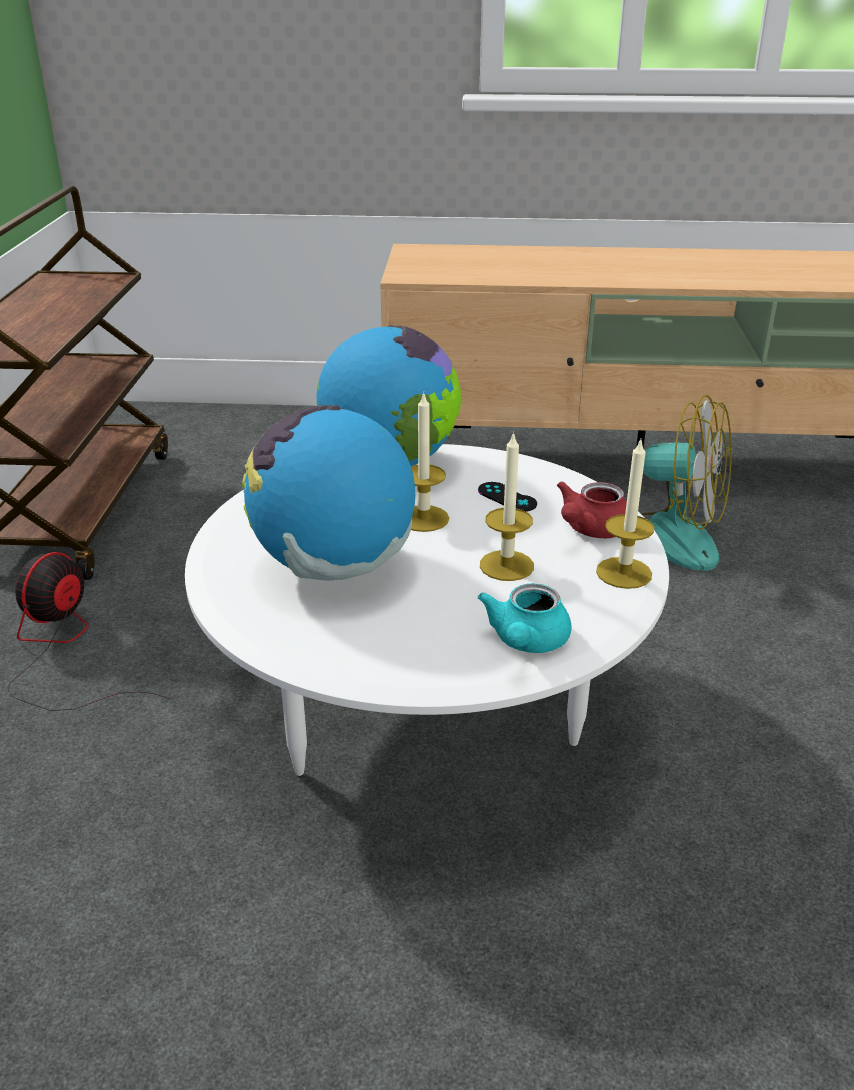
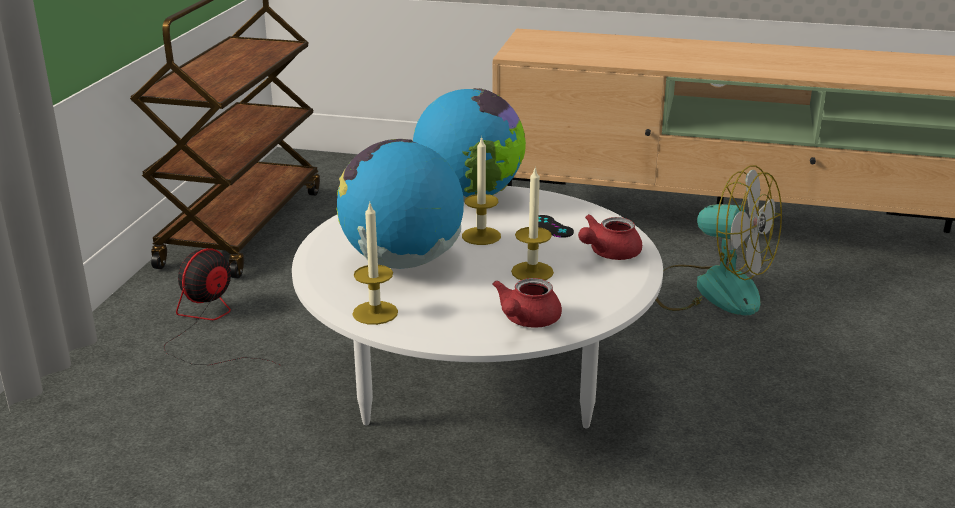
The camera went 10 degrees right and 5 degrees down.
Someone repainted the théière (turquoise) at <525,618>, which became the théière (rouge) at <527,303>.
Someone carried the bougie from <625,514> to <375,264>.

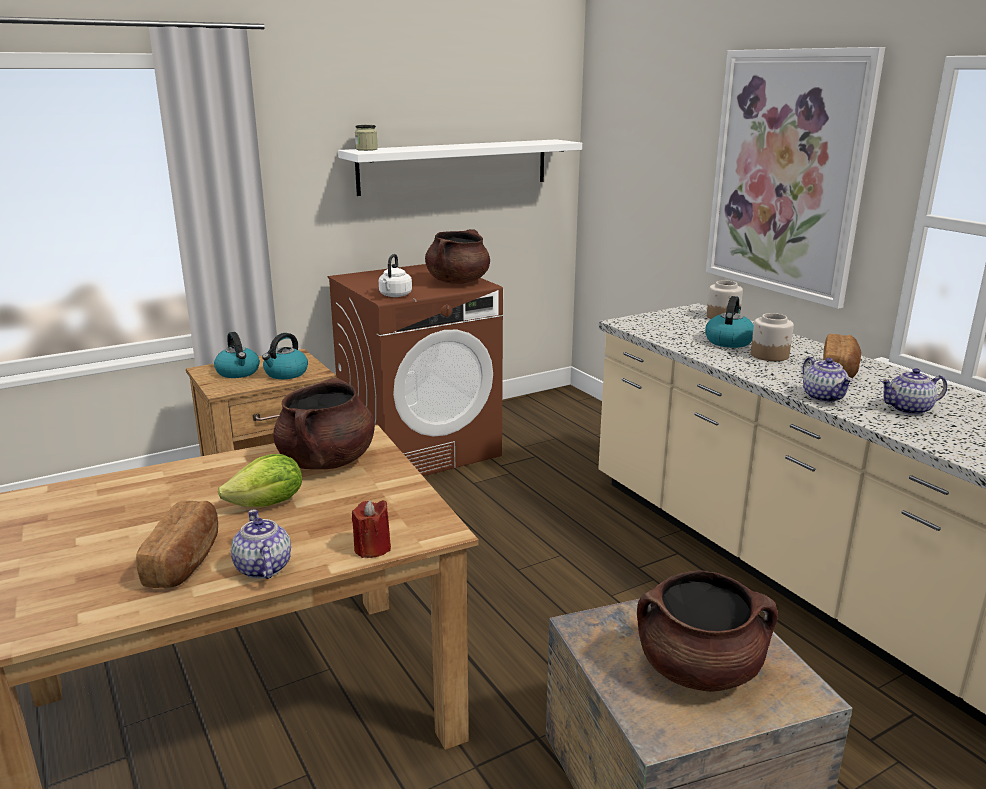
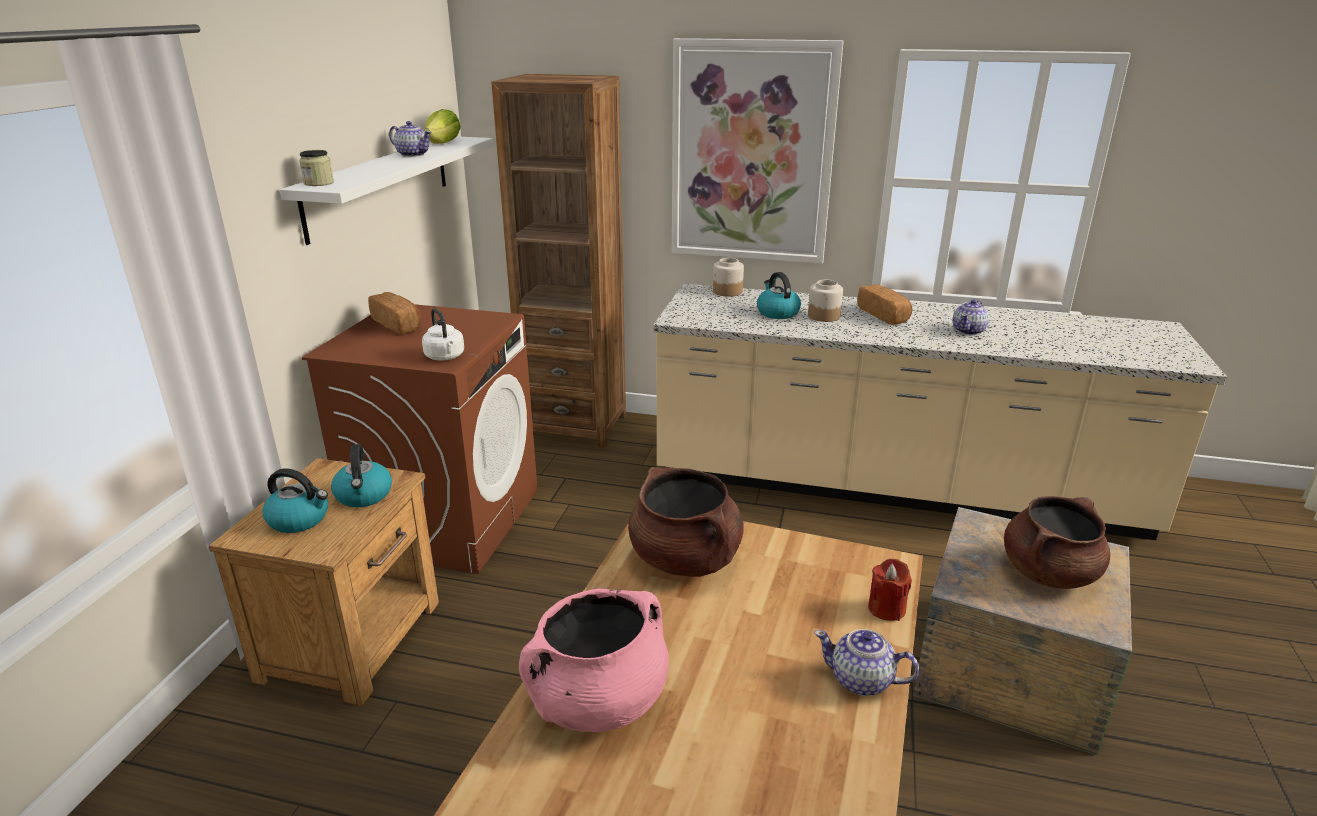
The camera went 45 degrees left and 5 degrees up.
Someone carried the pain from <177,544> to <395,313>.
Someone carried the laitue from <260,480> to <442,126>.
Someone took away the marmite (marron) at <457,256>.
Someone carried the théière from <828,379> to <410,139>.
Someone put down the bibliothèque (marron) at <558,261>.
Someone put down the marmite (rose) at <594,660>.

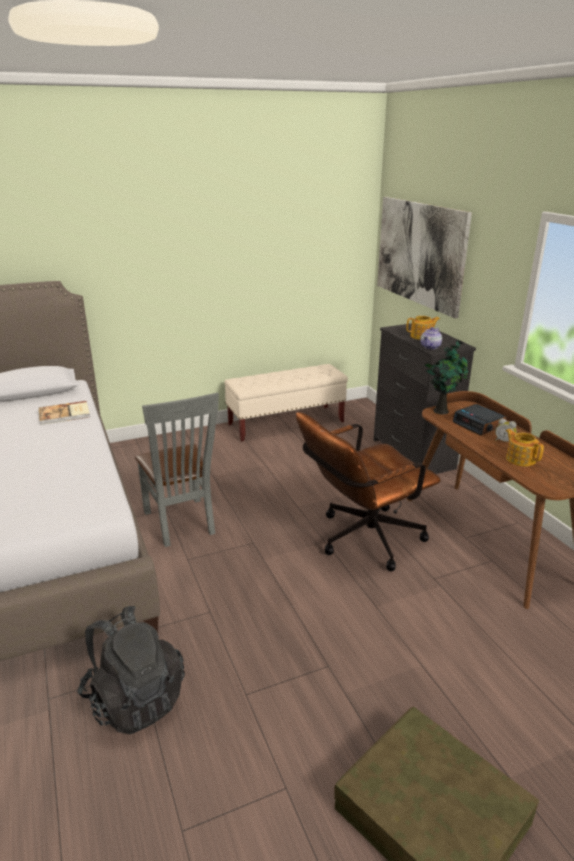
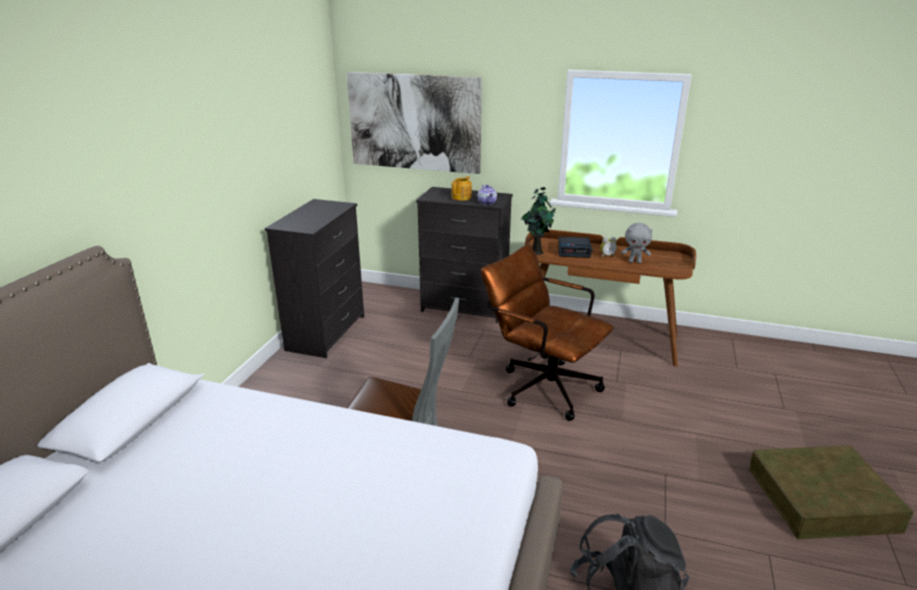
The camera went 50 degrees left and 0 degrees up.
Someone took away the livre at <64,413>.
Someone swapped the banc (beige) at <286,402> for the commode (noir) at <314,278>.
Someone rotated the chaise de bureau (marron) at <368,491> by 120 degrees clockwise.
Someone swapped the théière at <525,448> for the peluche (gris) at <637,243>.

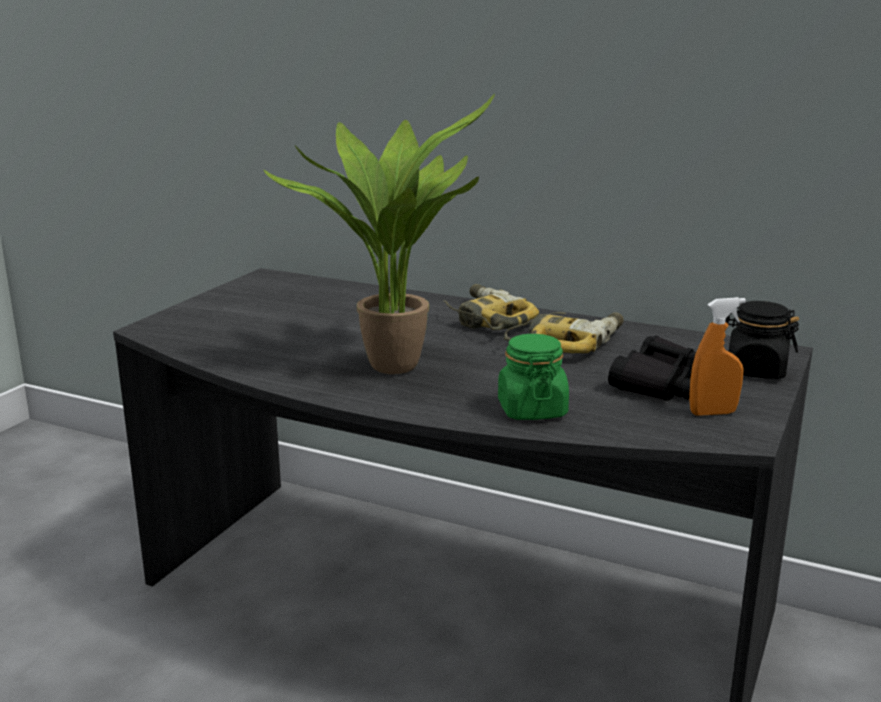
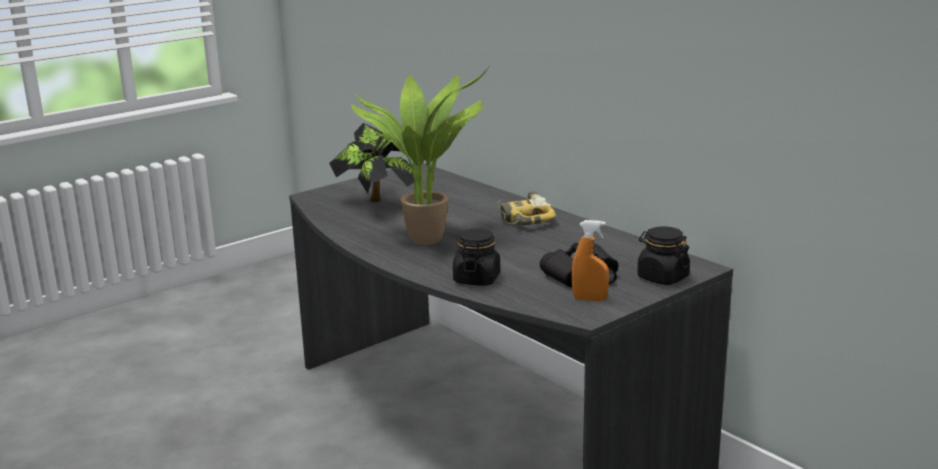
The camera went 25 degrees right and 0 degrees up.
Someone repainted the bocal (vert) at <533,377>, which became the bocal (noir) at <476,256>.
Someone took away the perceuse at <564,332>.
Someone put down the plante en pot at <371,162>.

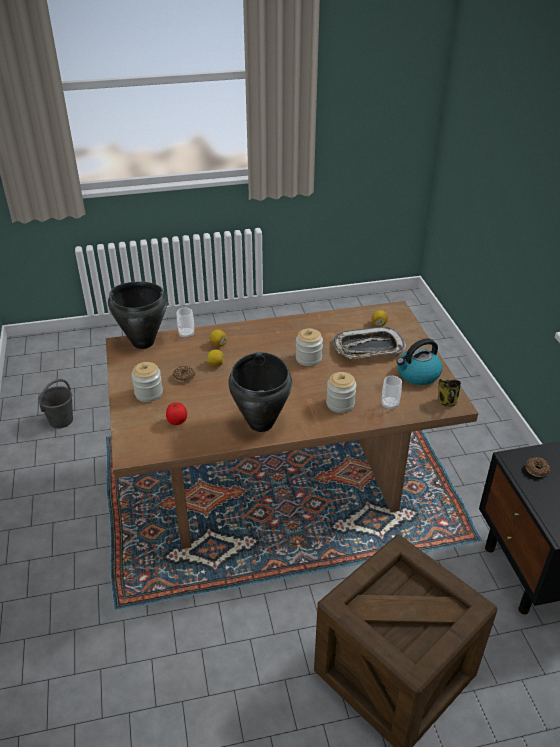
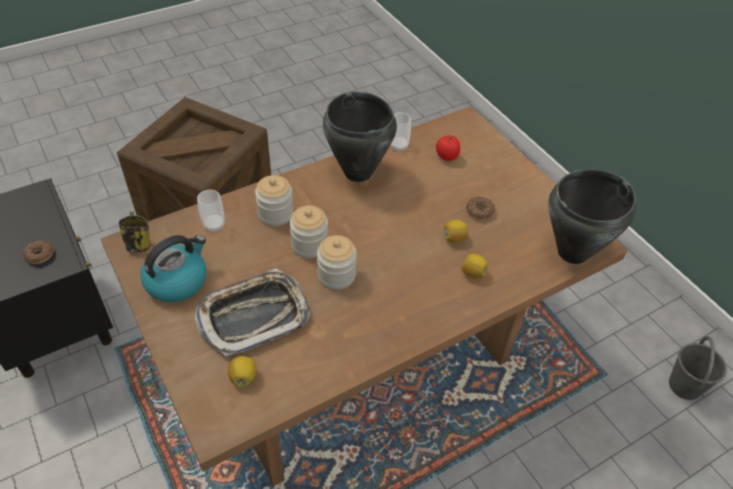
The camera went 160 degrees right and 10 degrees up.
Someone carried the bocal from <147,382> to <309,231>.
Someone carried the tasse from <185,323> to <400,132>.

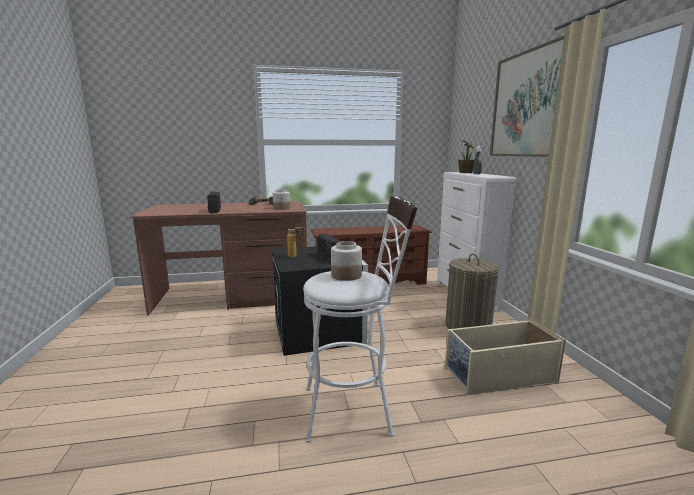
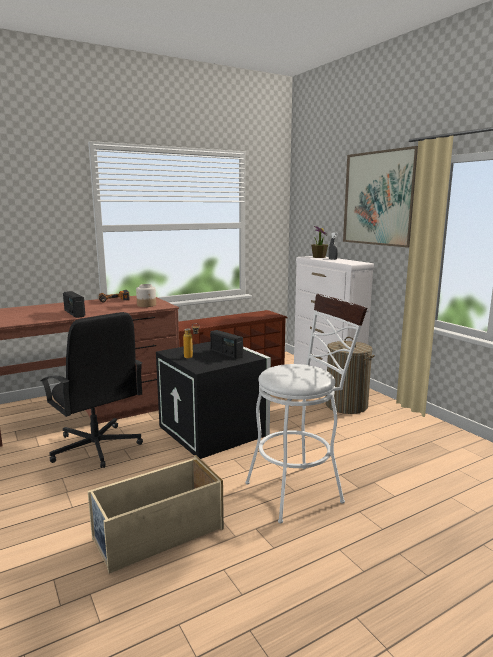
The camera went 20 degrees left and 0 degrees up.
Someone took away the bocal at <346,261>.
Someone carried the boîte de rangement (beige) from <505,356> to <156,514>.
Someone put down the chaise de bureau (noir) at <92,390>.

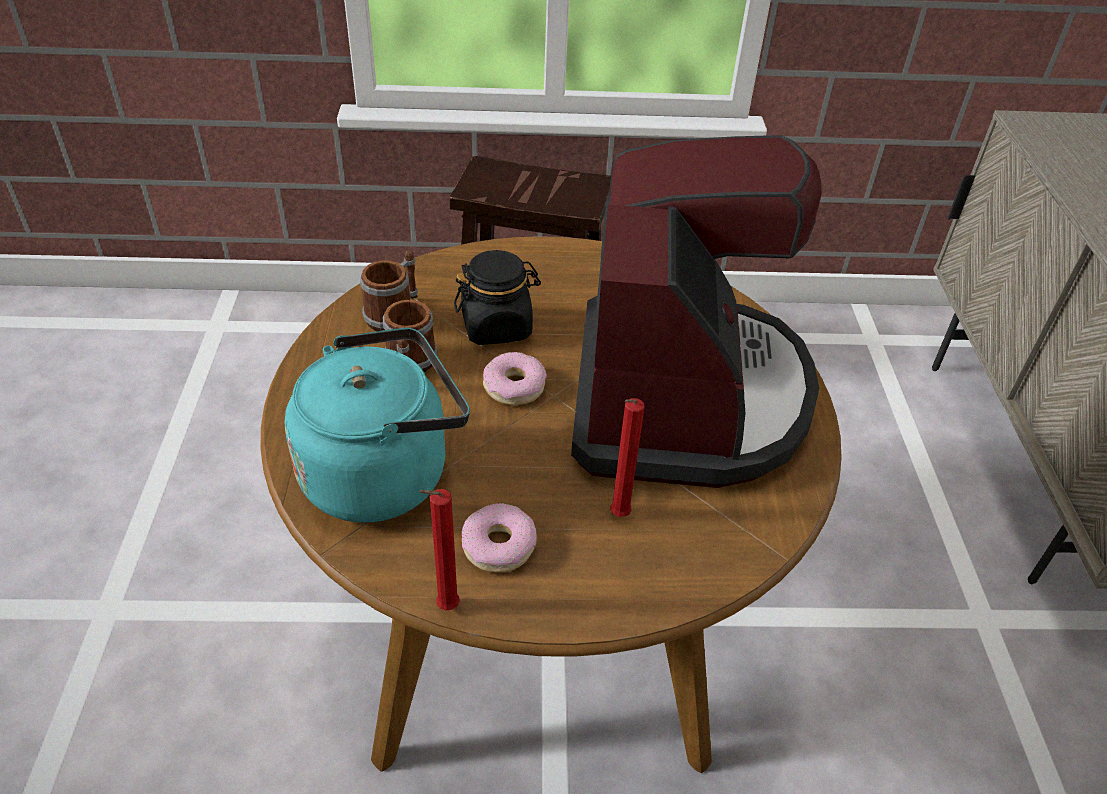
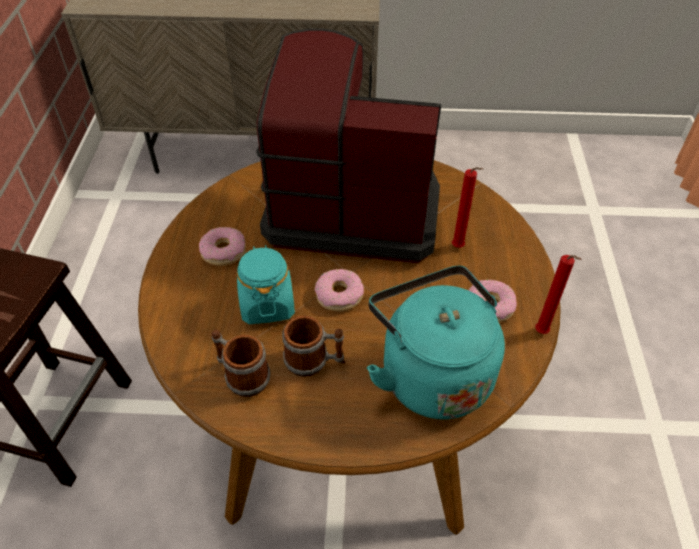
The camera went 85 degrees left and 5 degrees up.
Someone repainted the bocal (noir) at <497,297>, which became the bocal (turquoise) at <266,284>.
Someone put down the beignet at <222,246>.

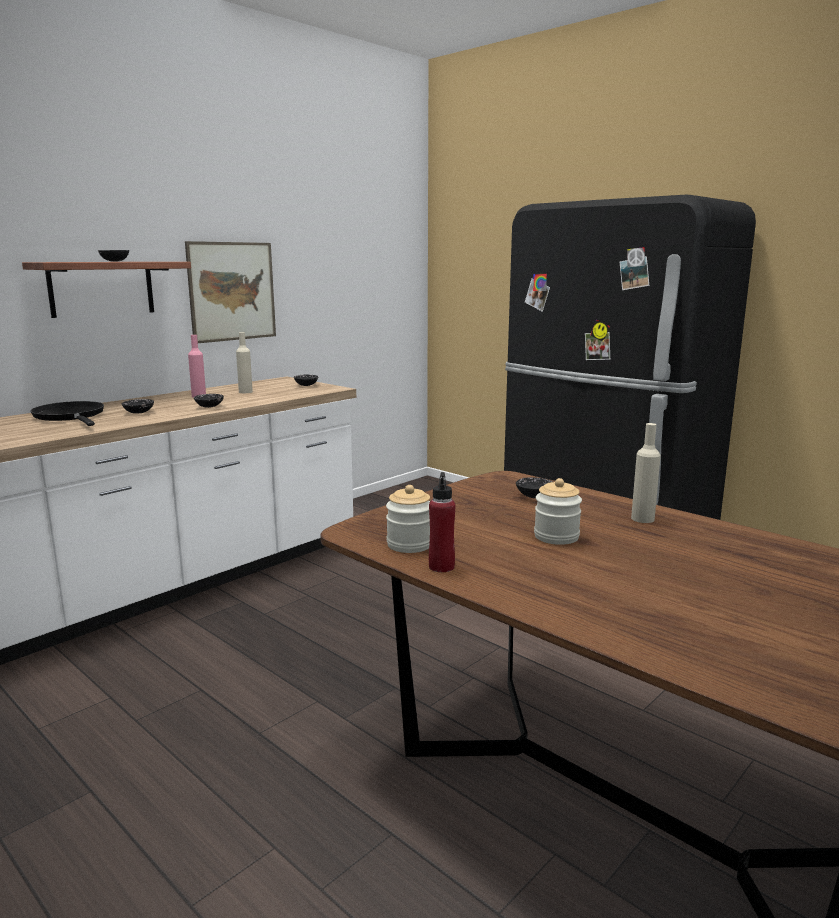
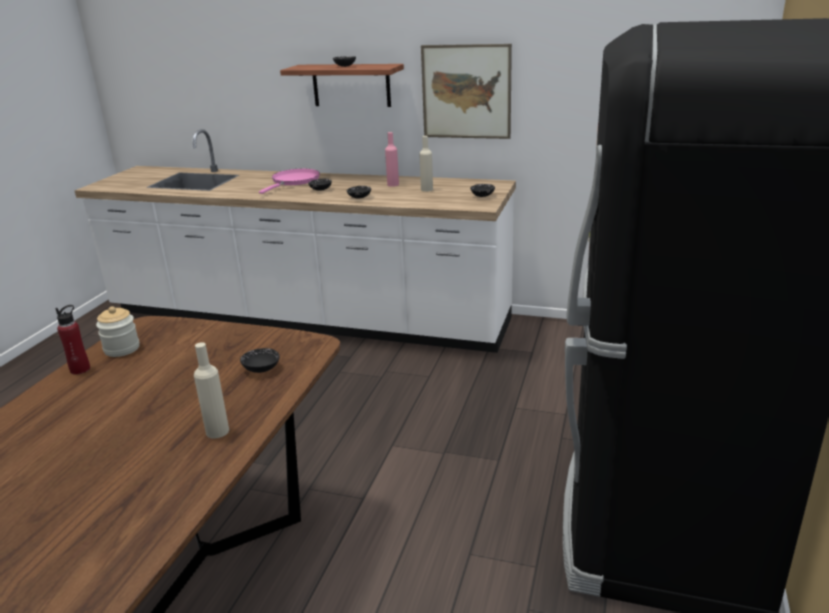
The camera went 65 degrees right and 10 degrees up.
Someone repainted the poêle (noir) at <67,413>, which became the poêle (rose) at <289,181>.
Someone took away the bocal at <558,511>.

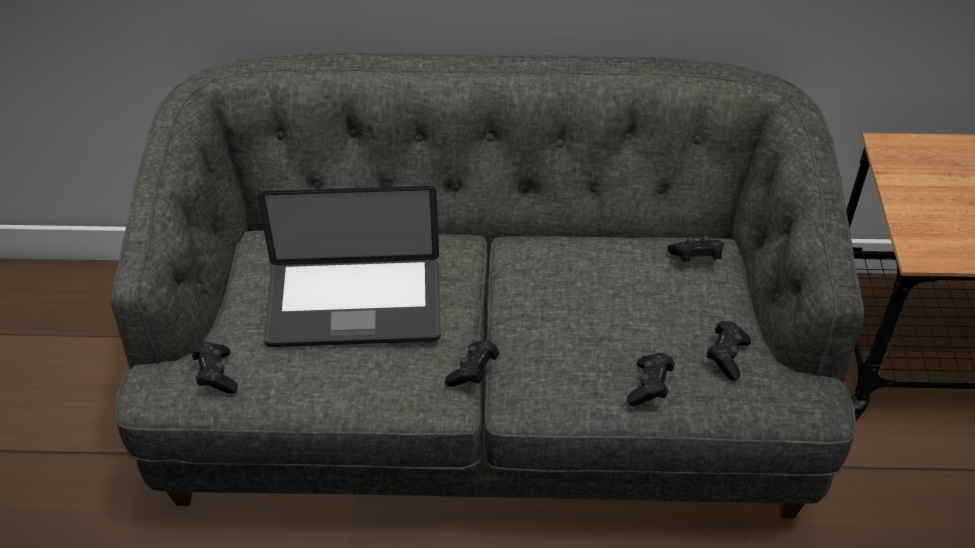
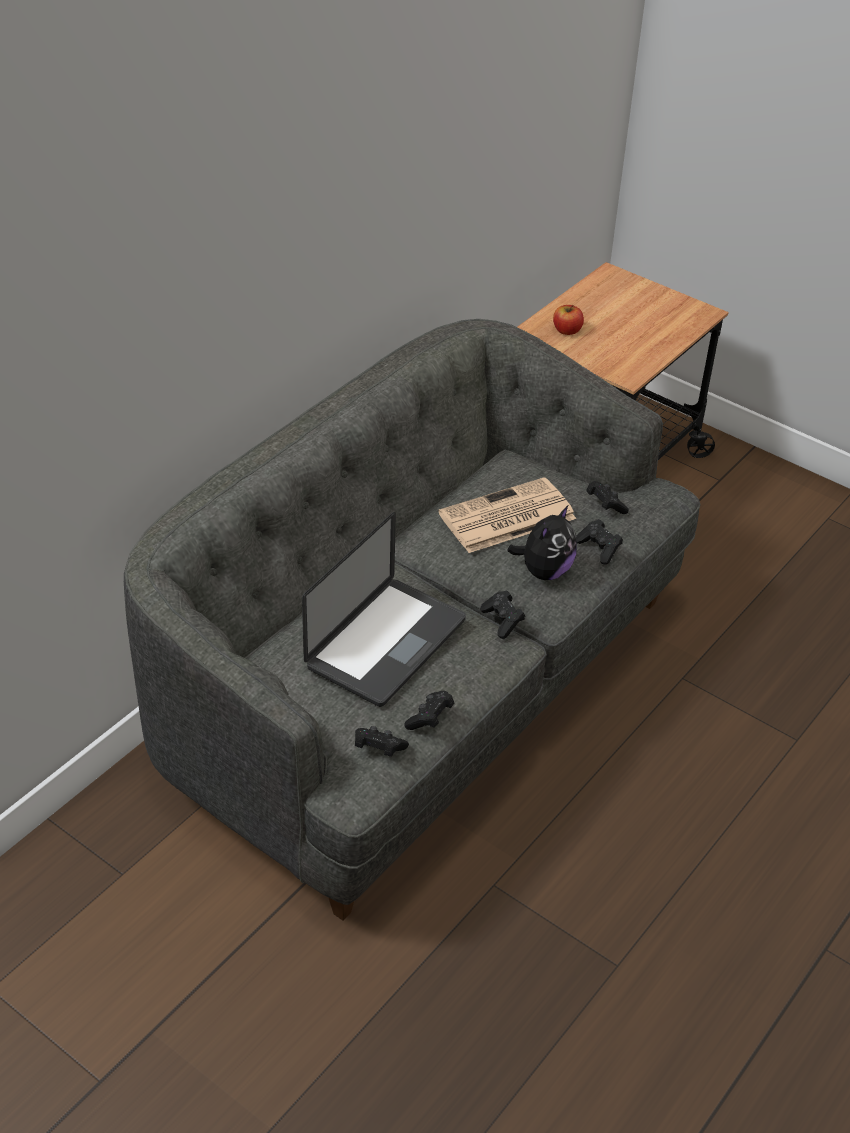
The camera went 55 degrees left and 5 degrees down.
Someone carried the manette (noir) from <695,249> to <429,710>.
Someone put down the journal at <507,515>.
Someone put down the peluche at <542,542>.
Someone put down the pomme at <568,320>.

